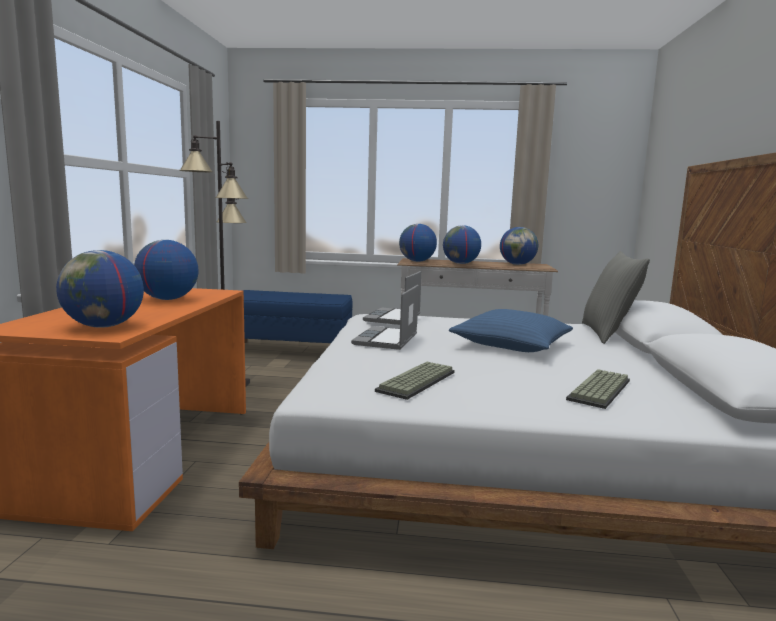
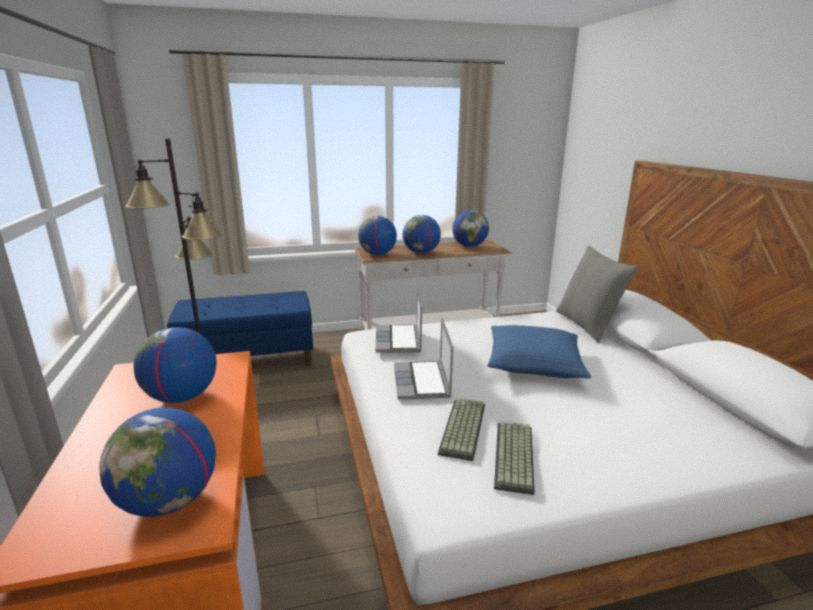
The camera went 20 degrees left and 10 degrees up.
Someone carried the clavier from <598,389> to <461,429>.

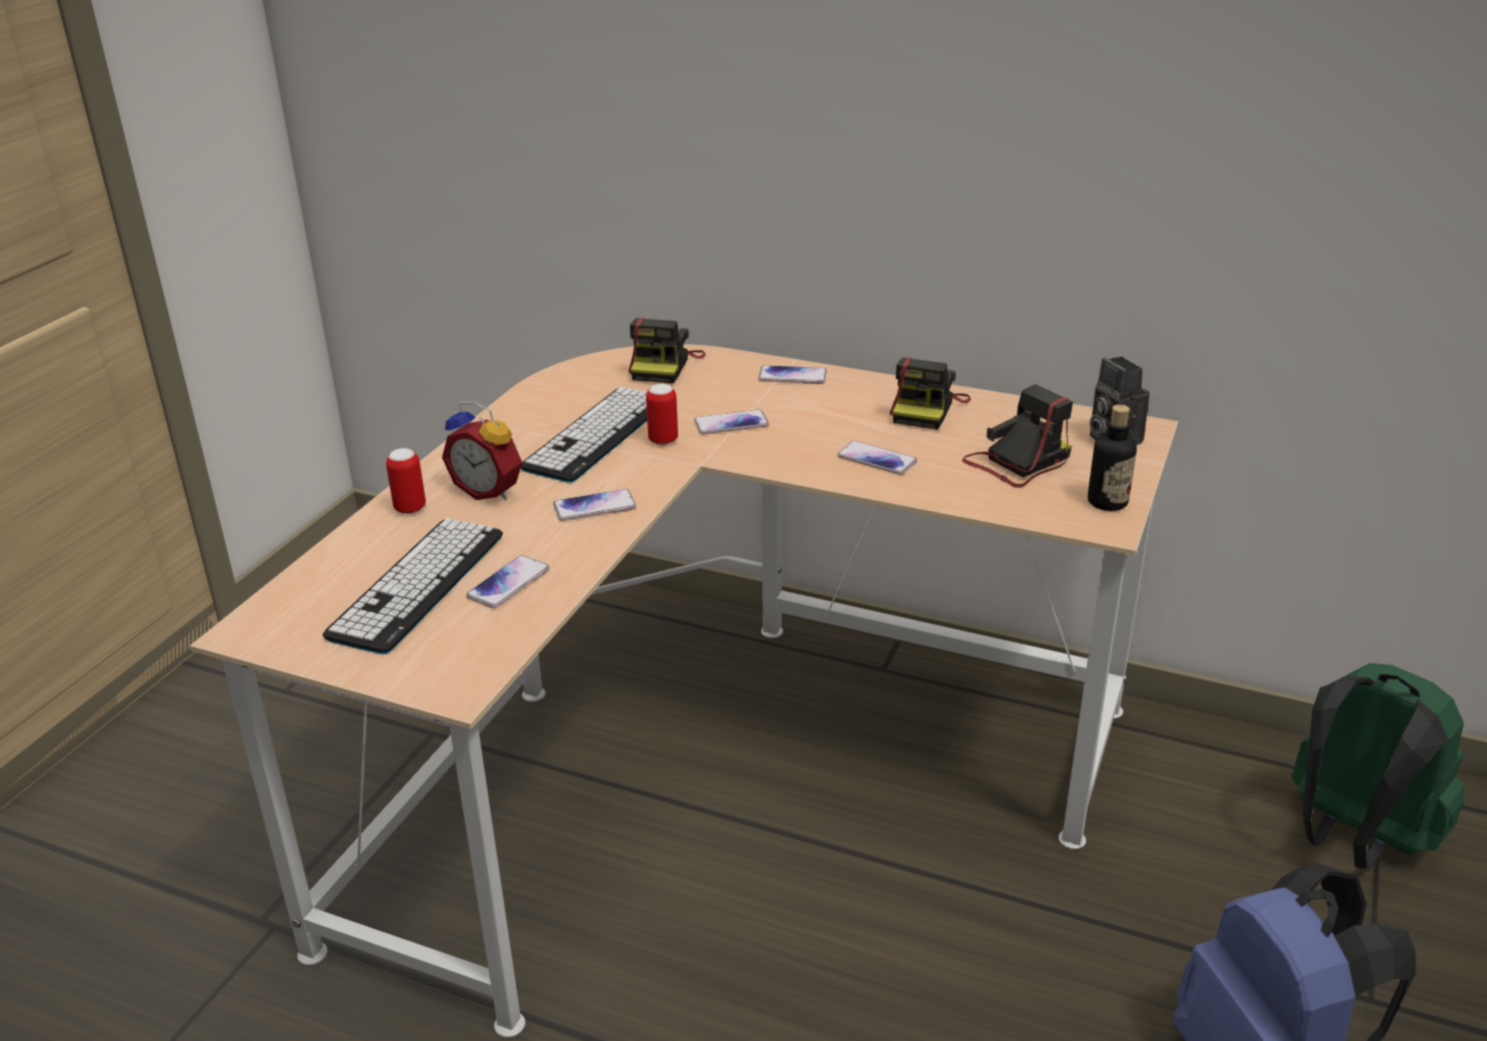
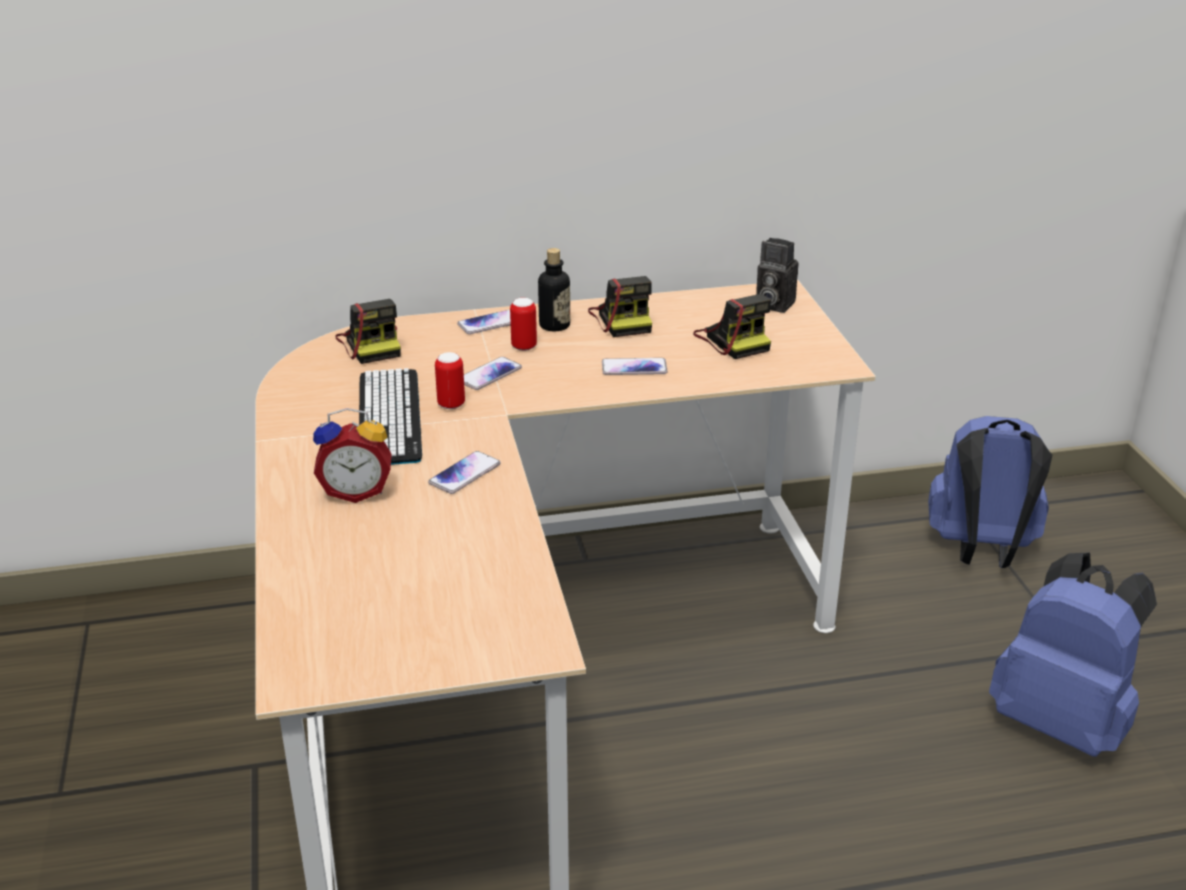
The camera went 35 degrees left and 0 degrees up.
Someone took away the clavier at <412,586>.
Someone carried the boîte métallique from <406,481> to <523,324>.
Someone took away the téléphone at <508,581>.
Someone rotated the appareil photo at <1017,436> by 135 degrees clockwise.
Someone carried the bouteille from <1112,458> to <554,289>.
Someone repainted the sac à dos (vert) at <1378,766>, which became the sac à dos (bleu) at <990,492>.

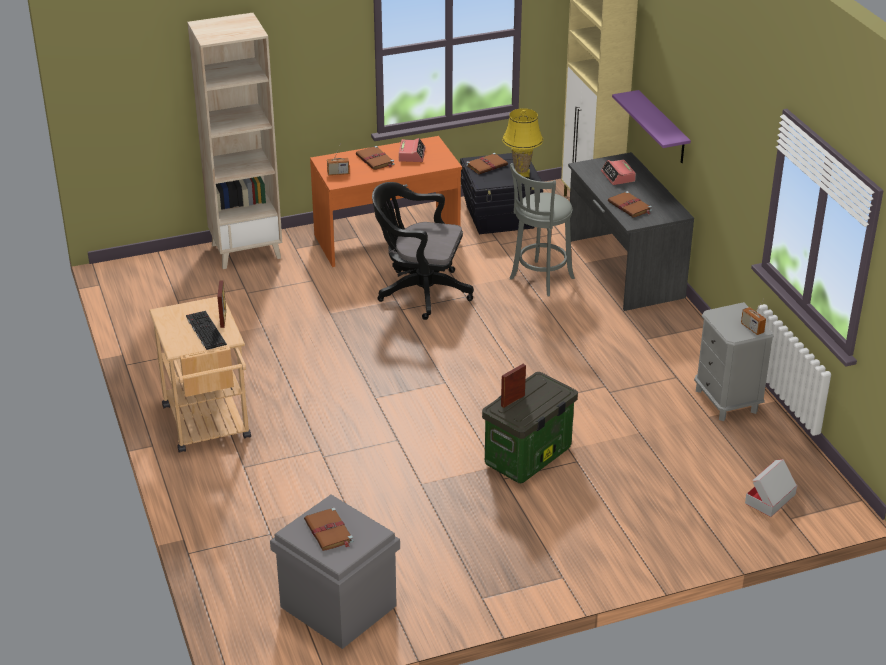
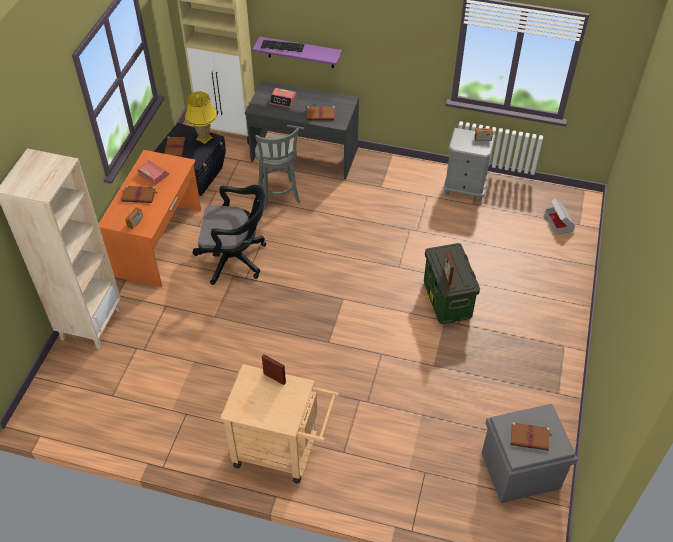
The camera went 55 degrees left and 15 degrees up.
Someone carried the clavier from <206,330> to <282,46>.
Someone rotated the chaise de bureau (noir) at <423,251> by 135 degrees counterclockwise.

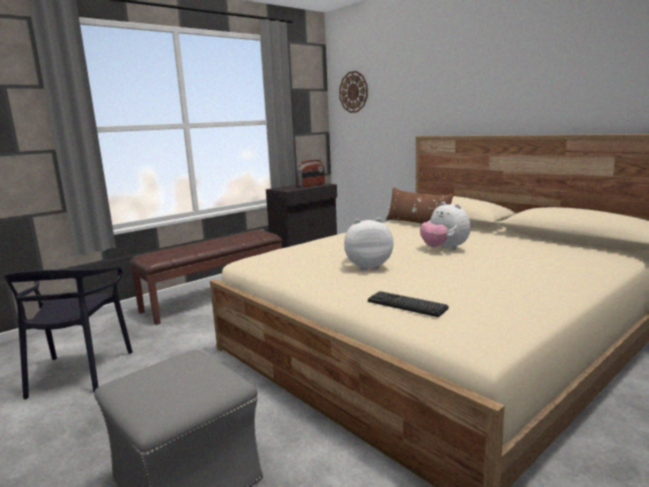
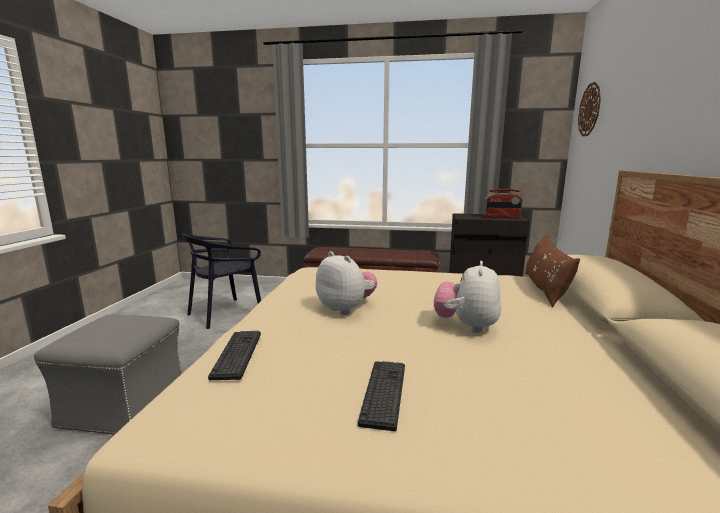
The camera went 50 degrees right and 0 degrees up.
Someone put down the clavier at <381,396>.

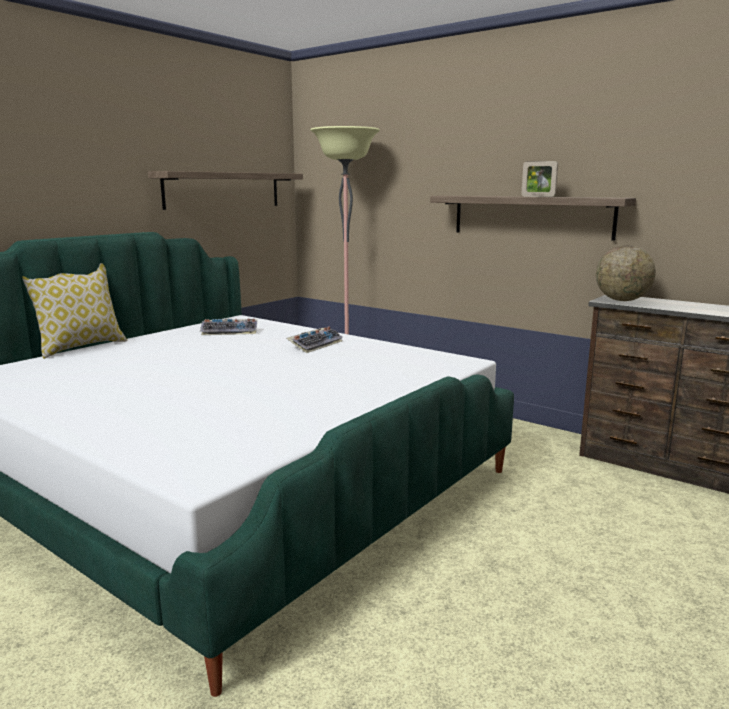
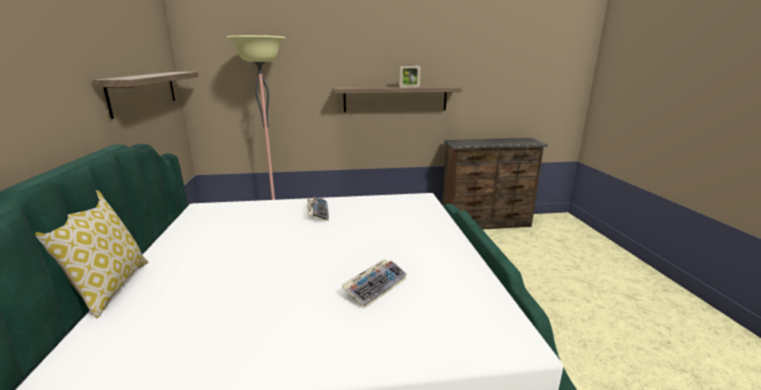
The camera went 45 degrees left and 5 degrees up.
Someone carried the clavier from <228,326> to <374,284>.
Someone took away the globe at <626,273>.

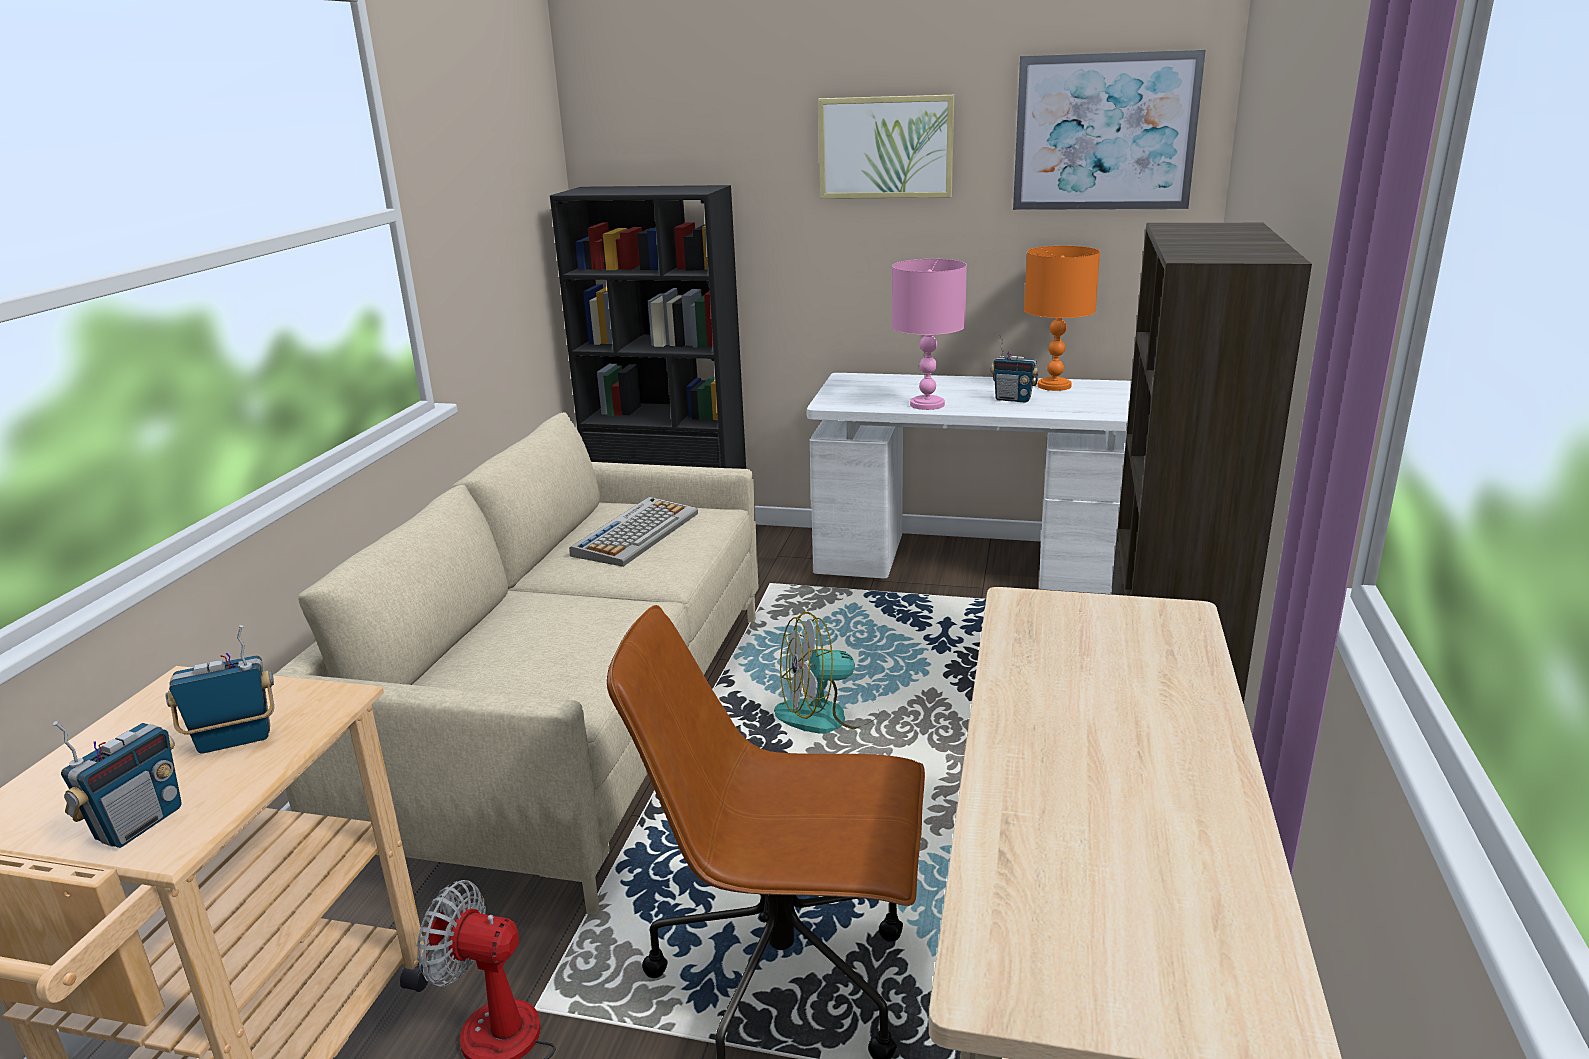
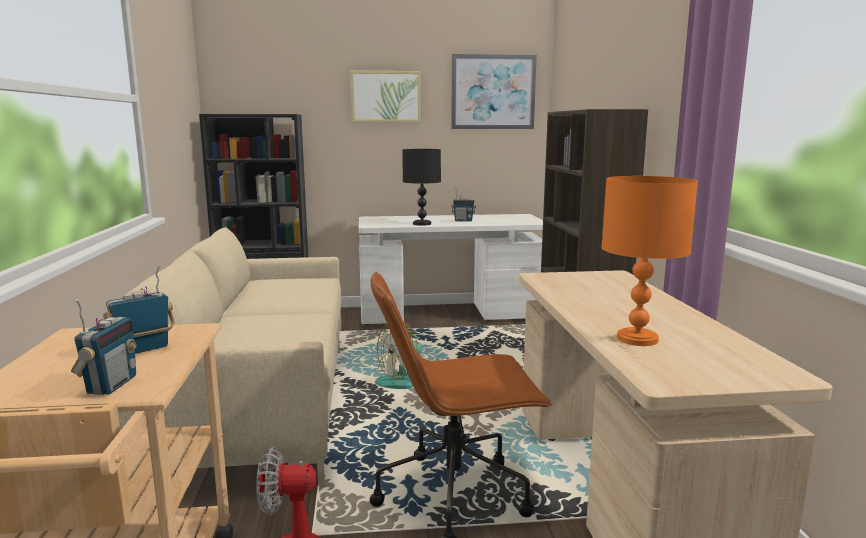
The camera went 20 degrees left and 10 degrees down.
Someone took away the clavier at <633,532>.
Someone repainted the lampe de table (rose) at <929,334>, which became the lampe de table (noir) at <421,187>.
Someone carried the lampe de table (orange) from <1062,318> to <649,261>.

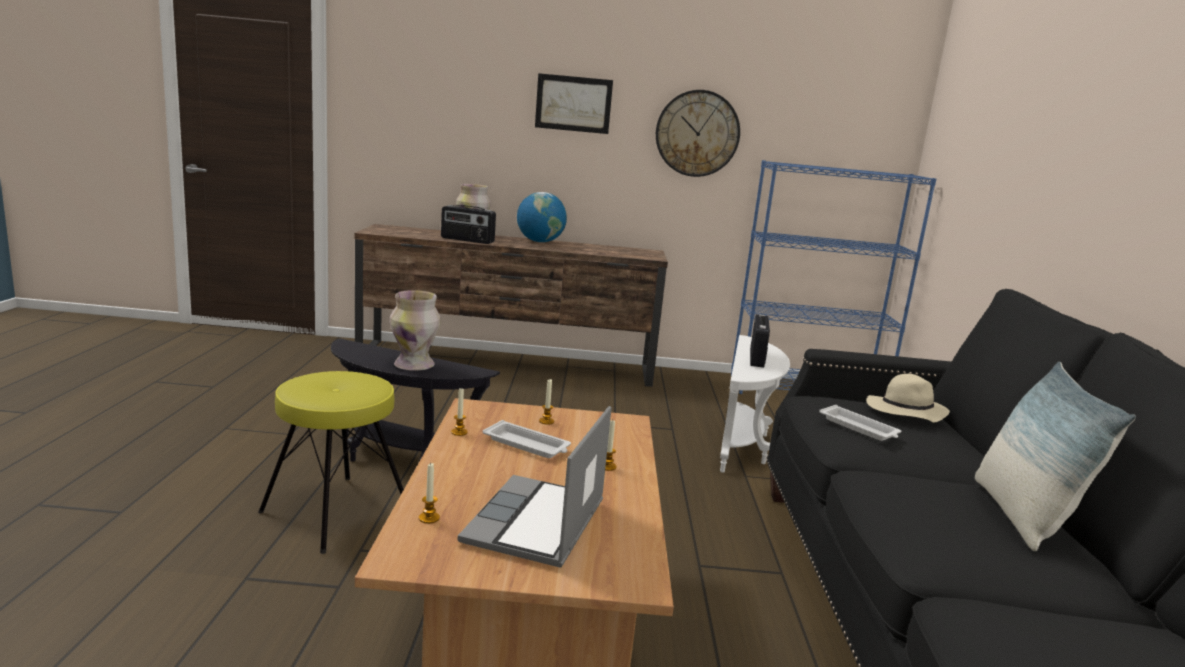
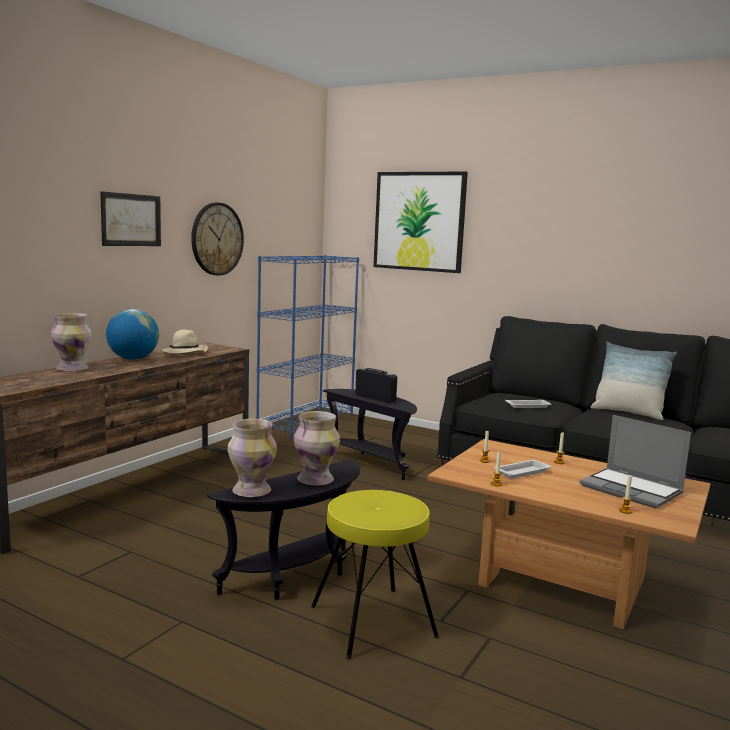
The camera went 60 degrees left and 5 degrees down.
Someone took away the radio at <468,224>.
Someone repainted the table d'appoint (blanc) at <755,404>, which became the table d'appoint (noir) at <370,434>.
Someone carried the chapeau (beige) from <908,398> to <185,341>.
Someone put down the vase at <252,458>.
Someone put up the tableau at <420,222>.

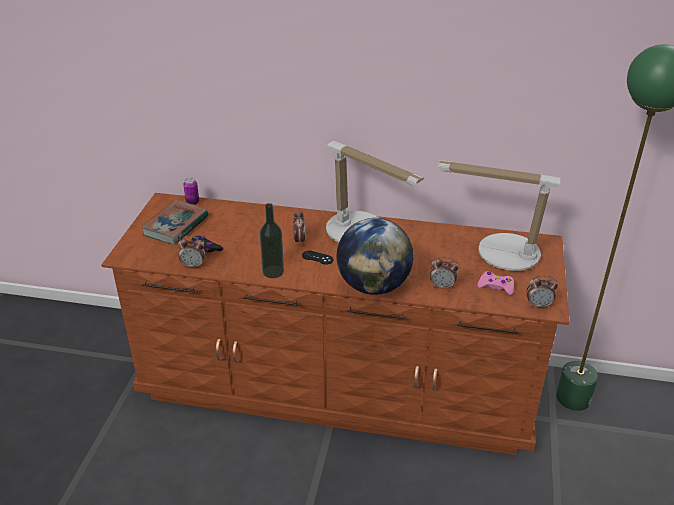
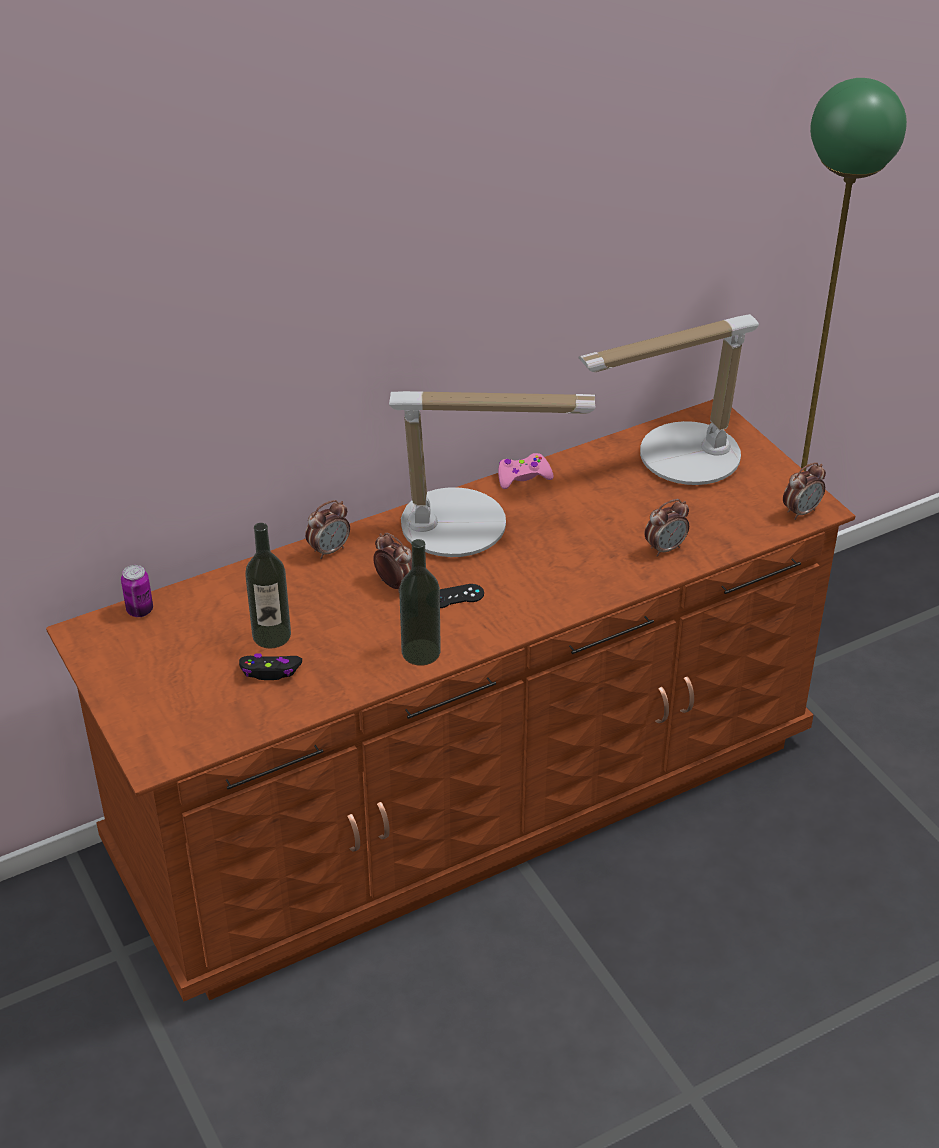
The camera went 40 degrees left and 5 degrees up.
Someone took away the livre at <175,222>.
Someone carried the réveil from <191,252> to <327,529>.
Someone took away the globe at <374,256>.
Someone carried the manette (rose) from <496,283> to <525,471>.
Someone put down the bouteille at <268,586>.

